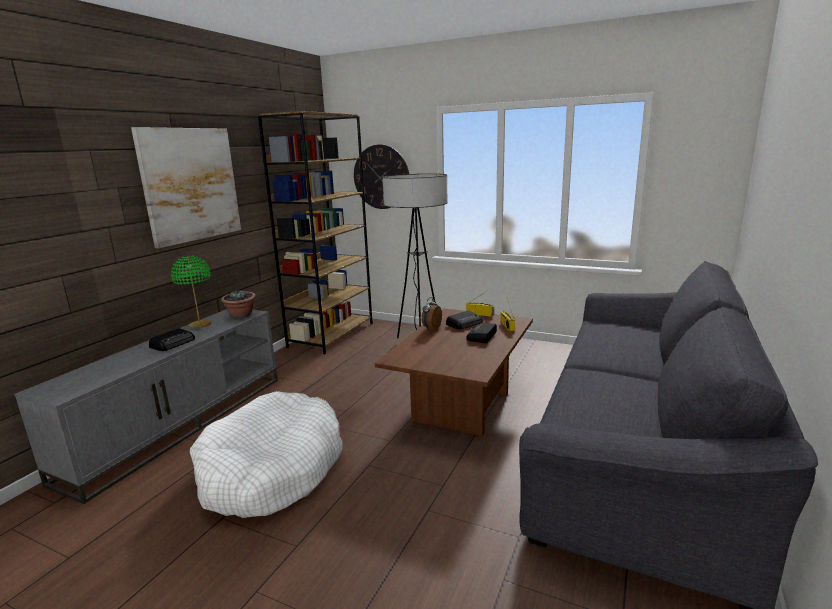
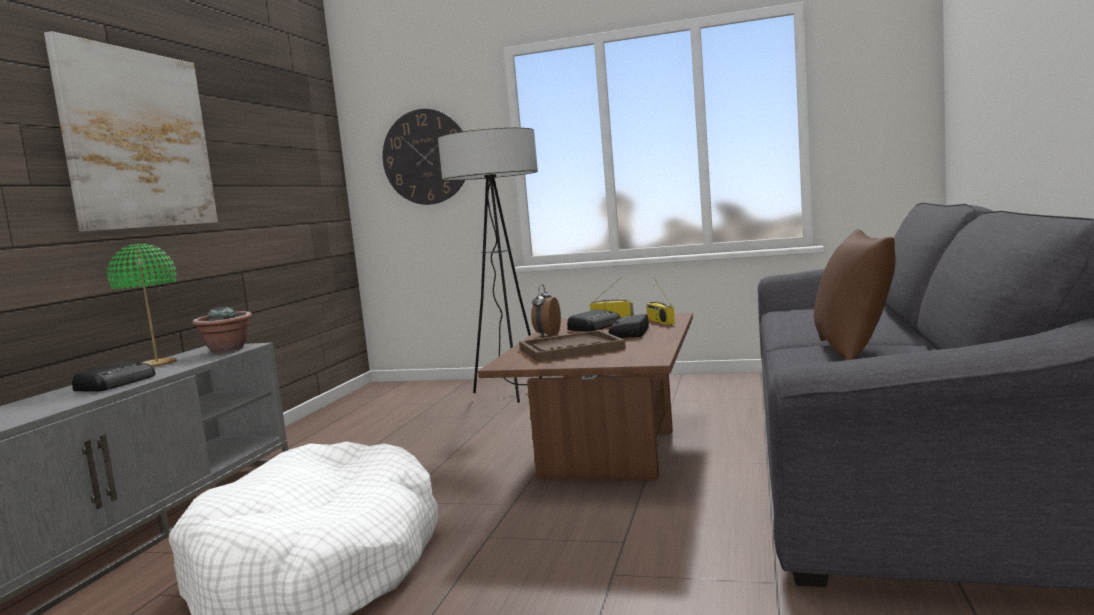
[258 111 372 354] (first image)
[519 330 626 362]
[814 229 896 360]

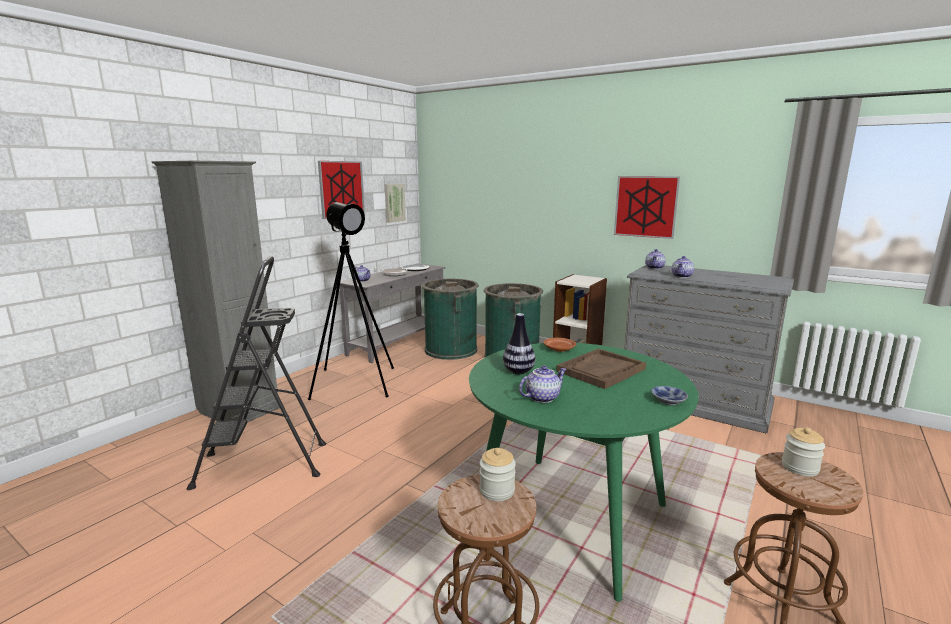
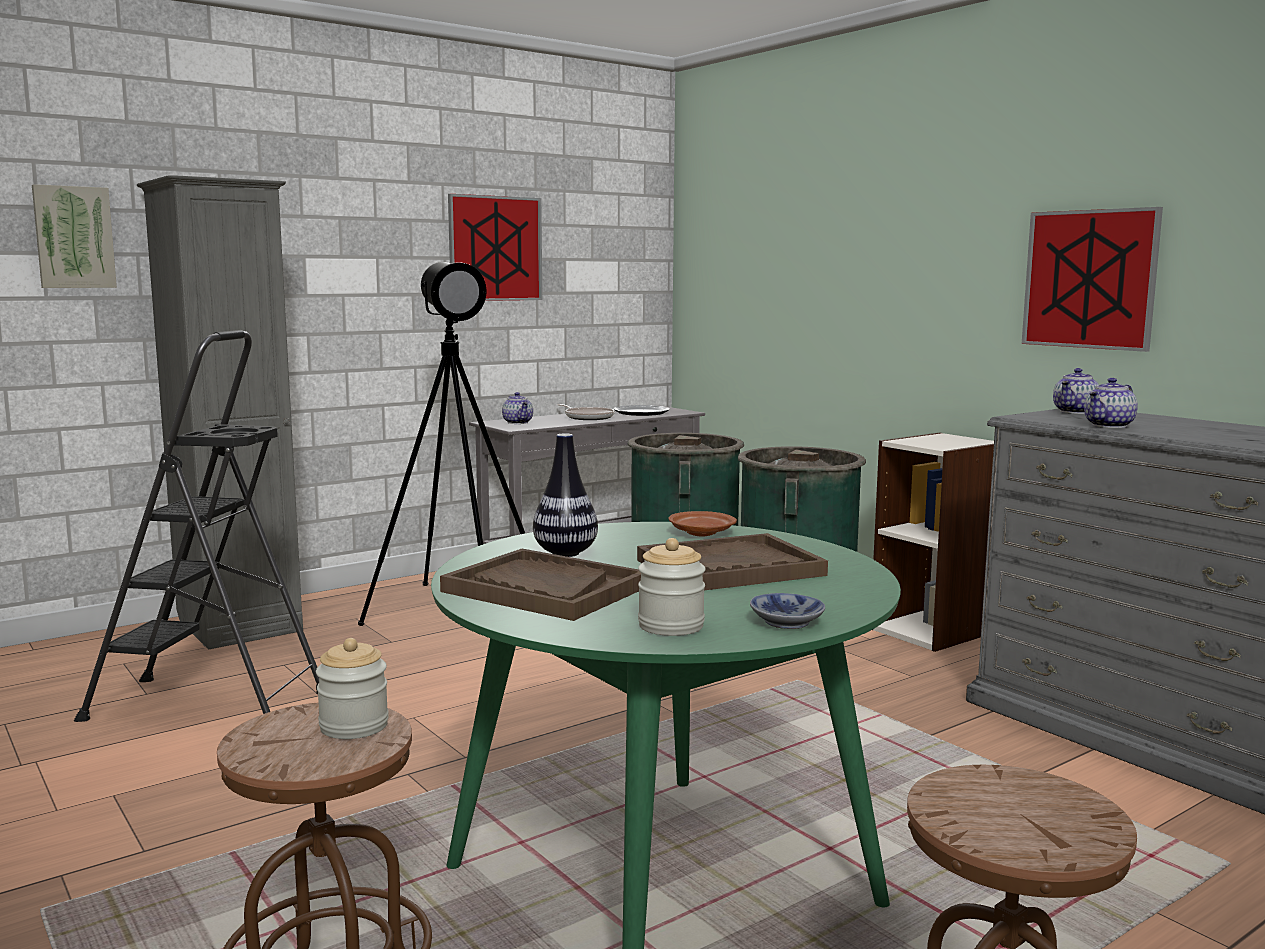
[32 184 117 288]
[440 549 641 621]
[638 538 706 636]

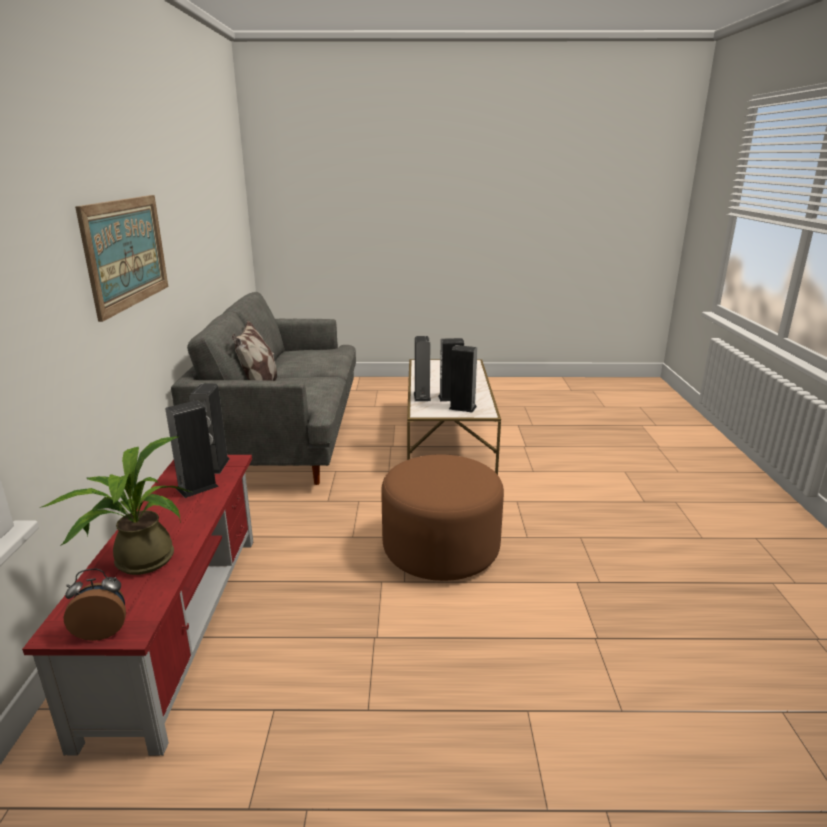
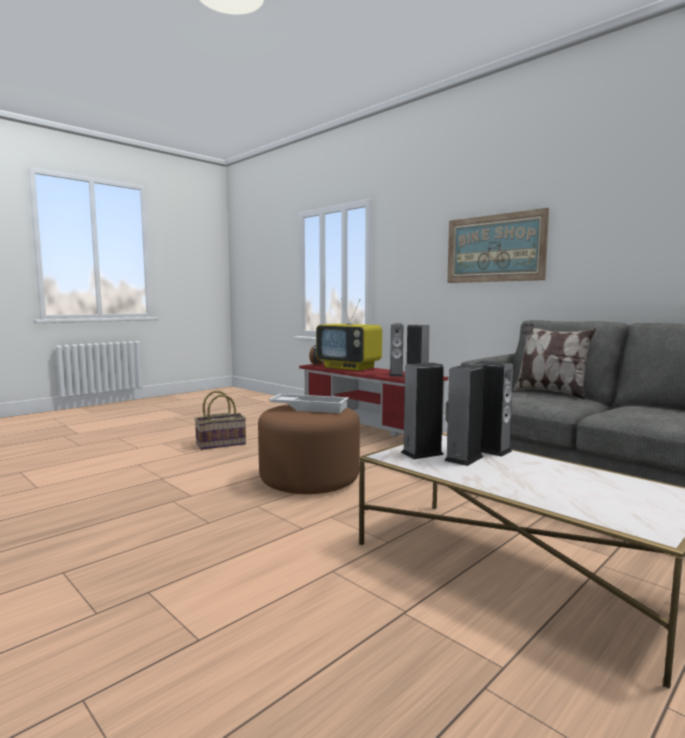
[316 298 382 371]
[194 391 246 450]
[268 394 349 413]

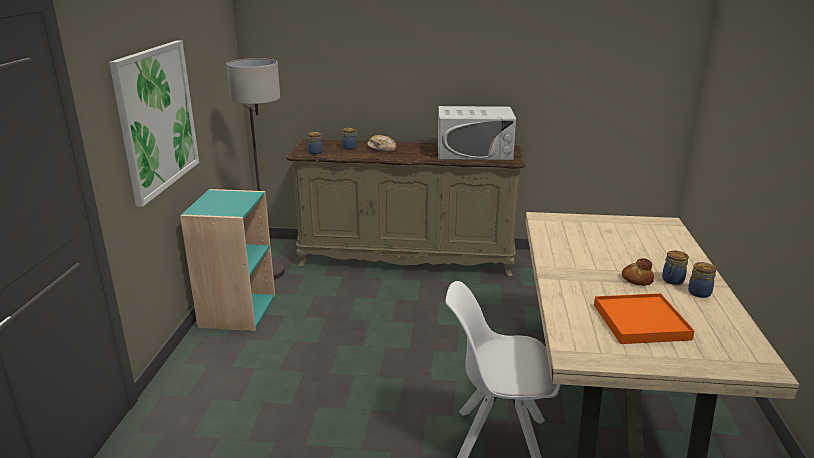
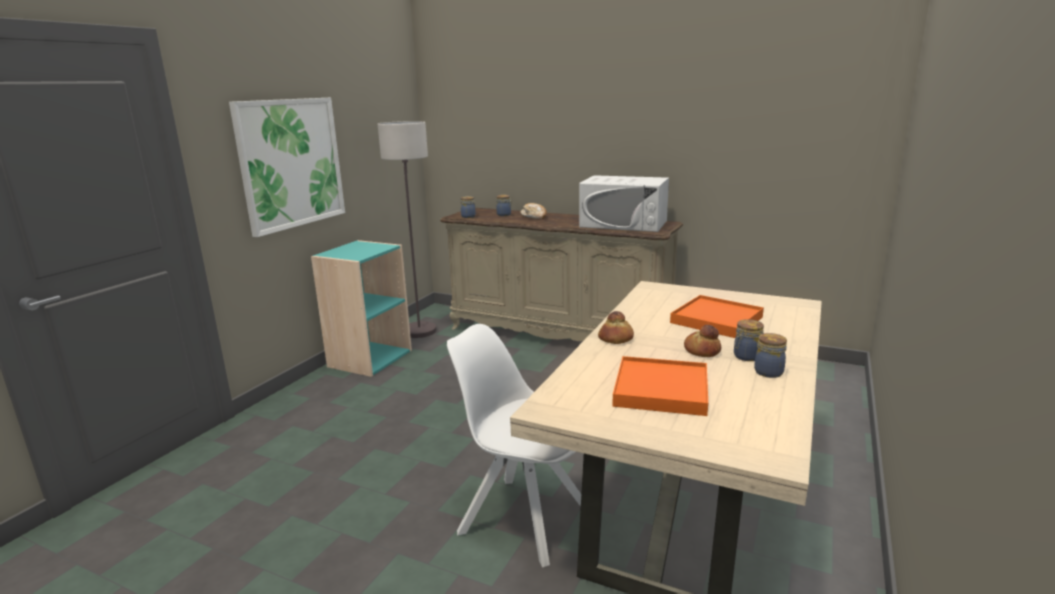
[598 311 634 344]
[670 295 764 338]

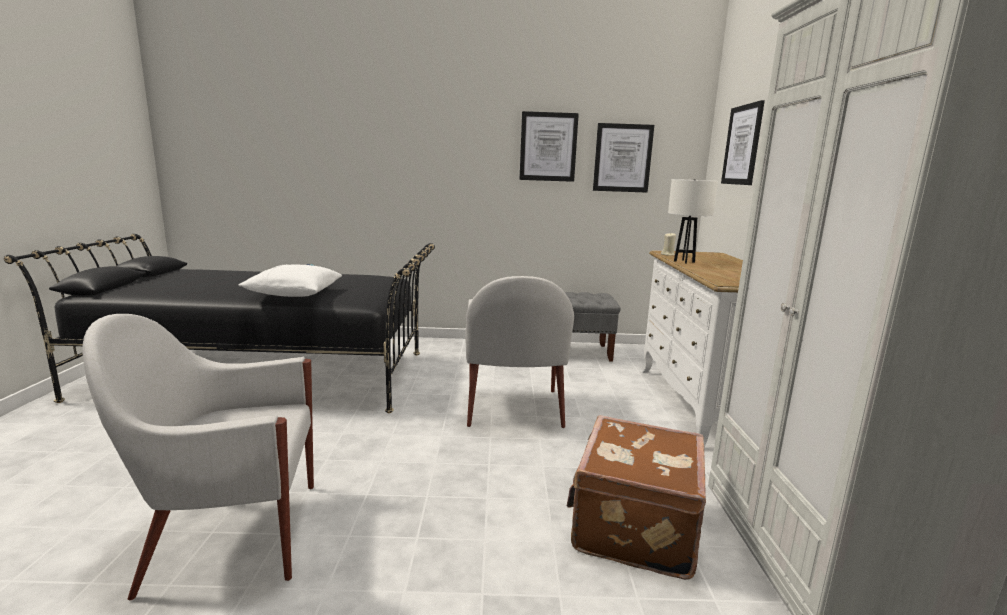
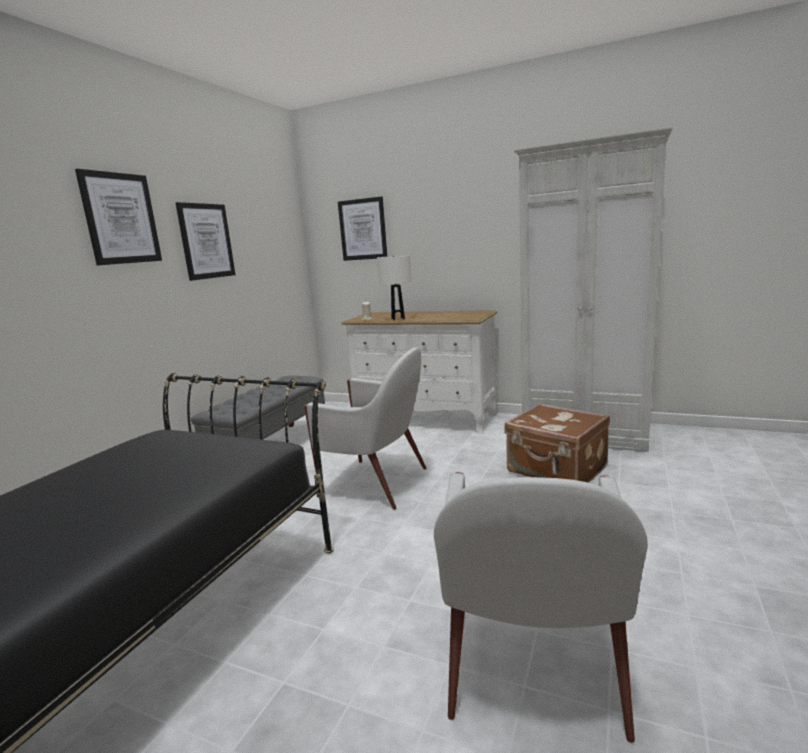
[239 264 342 297] (first image)
[75 169 162 265]

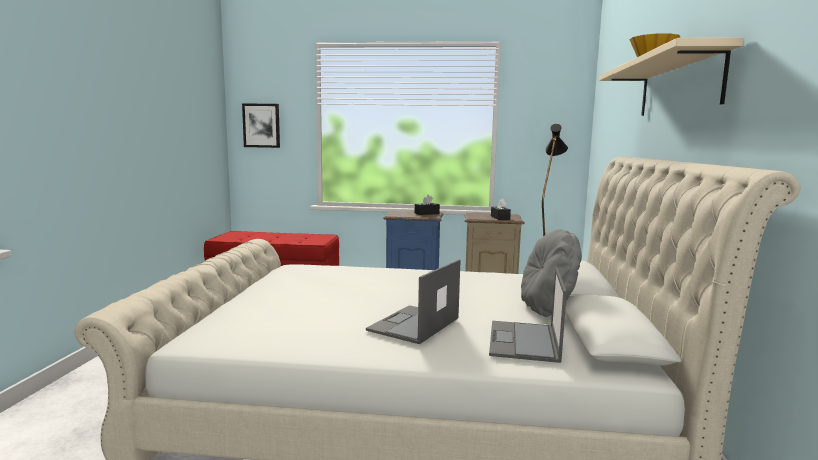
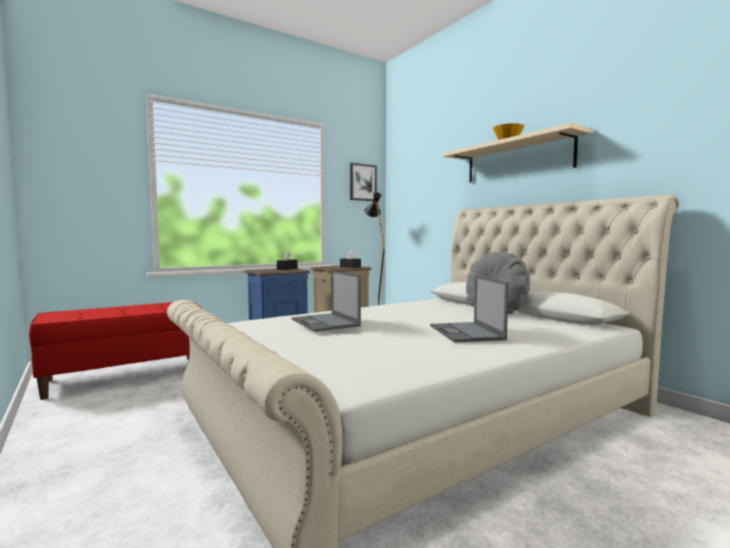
[350 163 377 201]
[292 270 361 332]

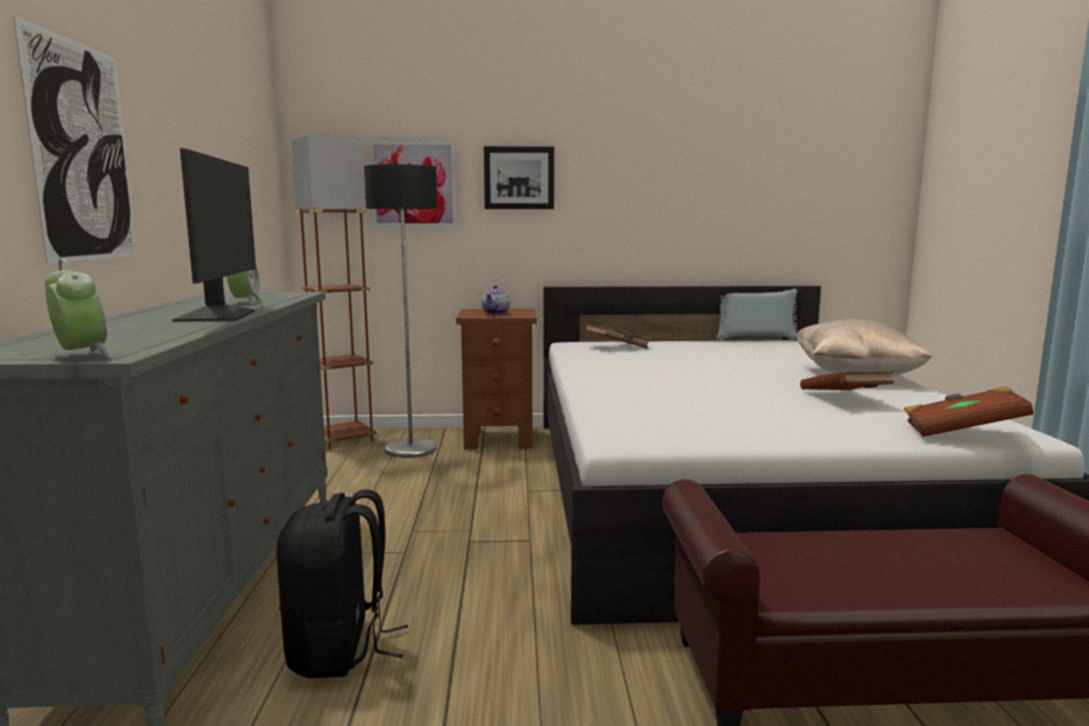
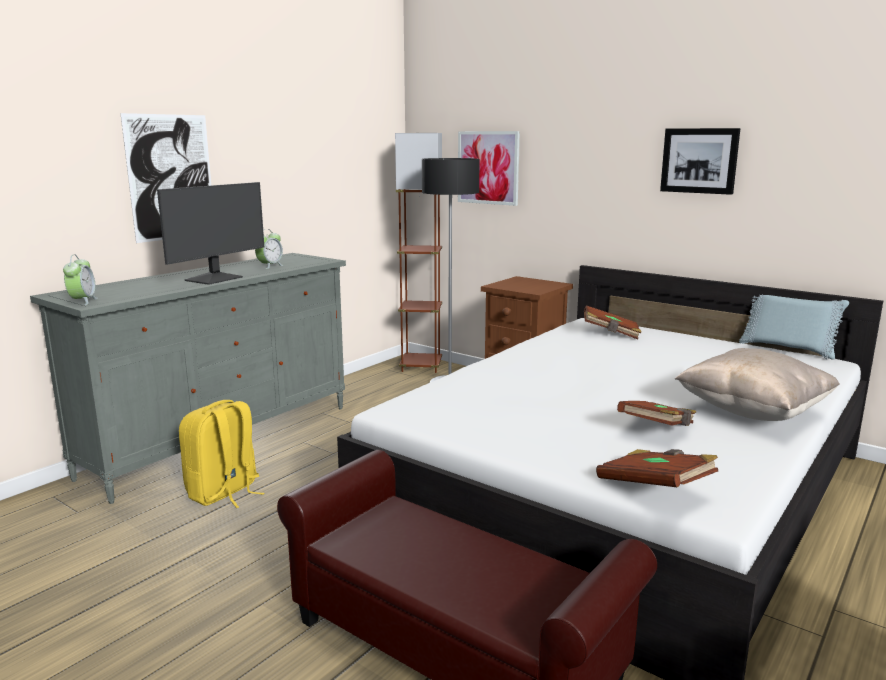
[179 400 265 508]
[481 285 510 314] (first image)
[660 128 741 195]

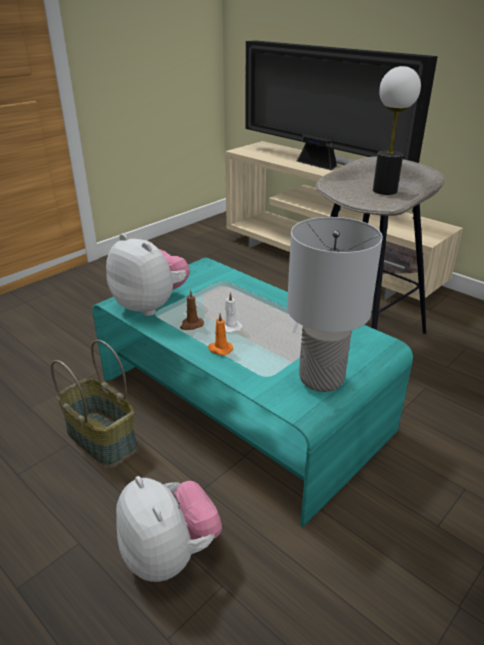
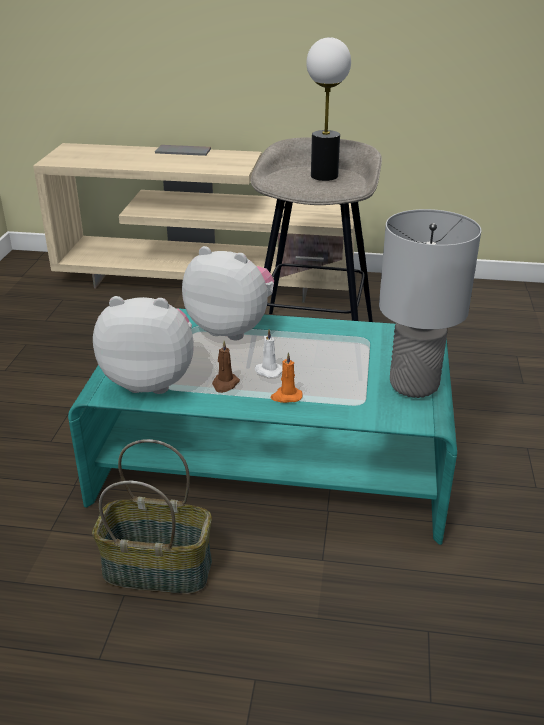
[182 246 274 340]
[245 40 438 170] (first image)

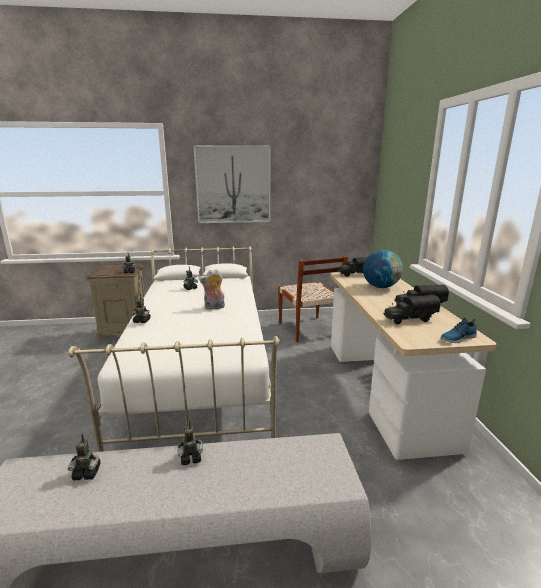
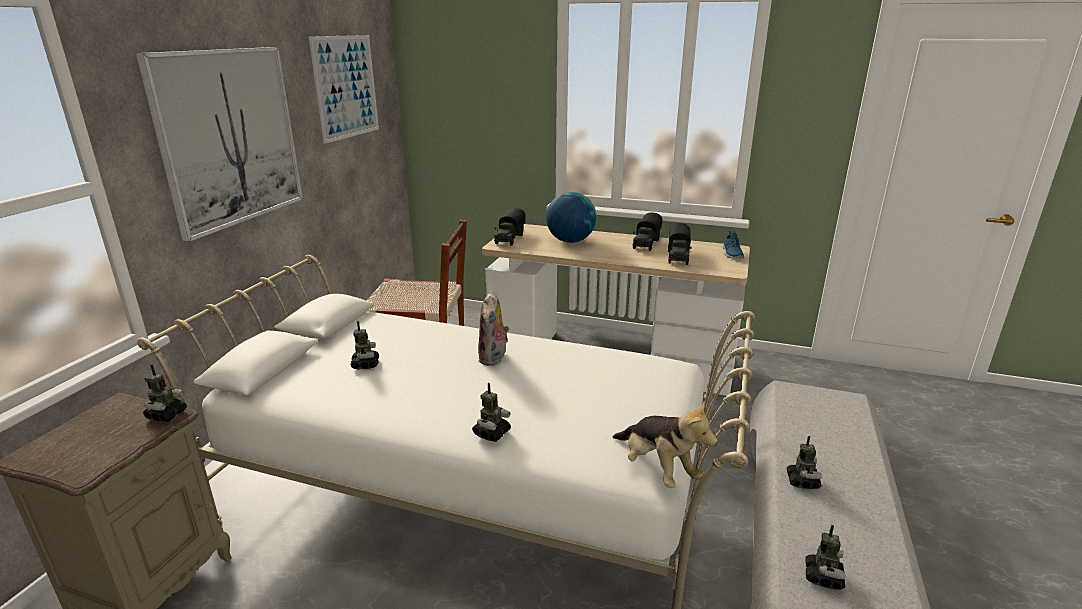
[309 35 379 144]
[613 401 718 488]

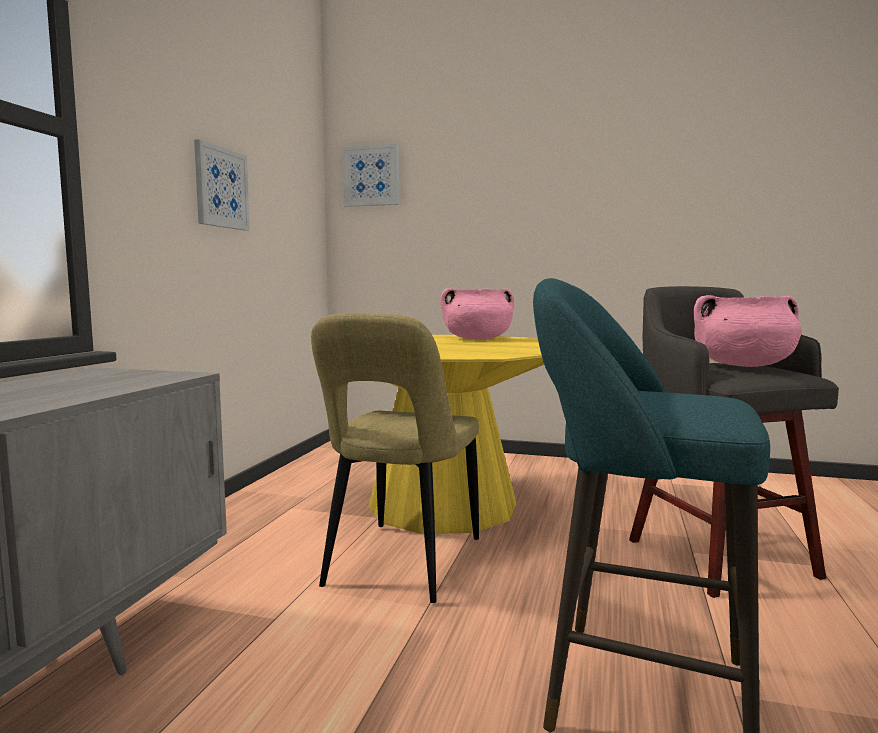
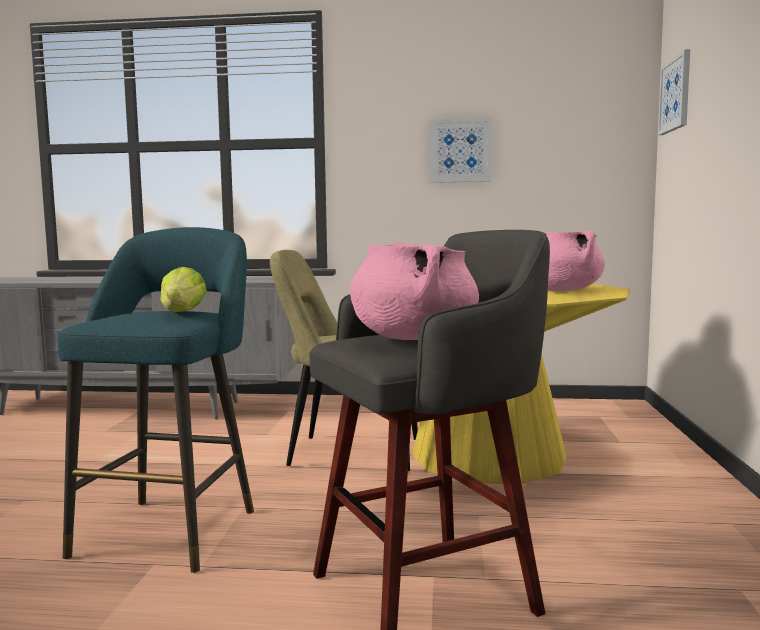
[160 267 207 312]

